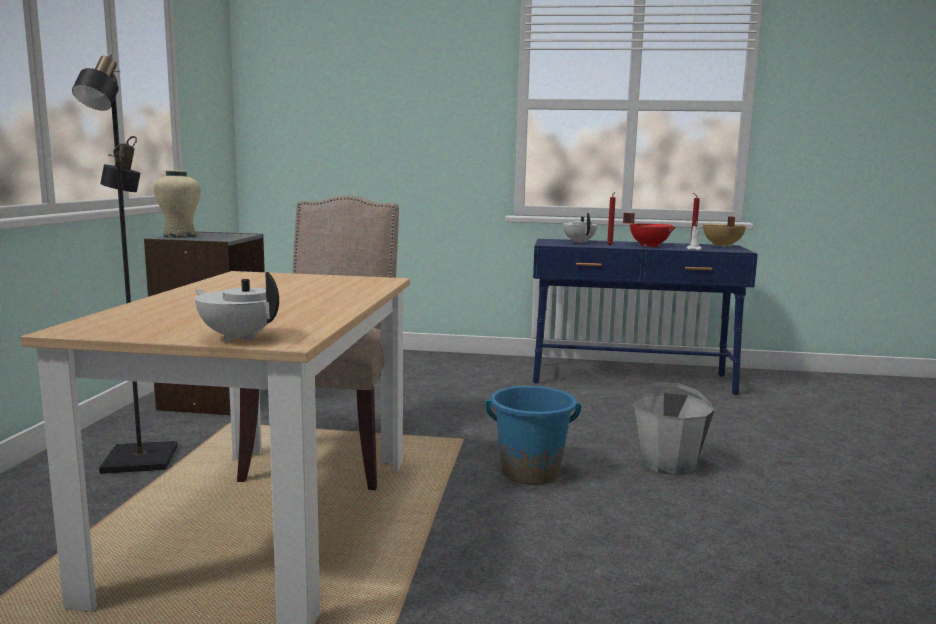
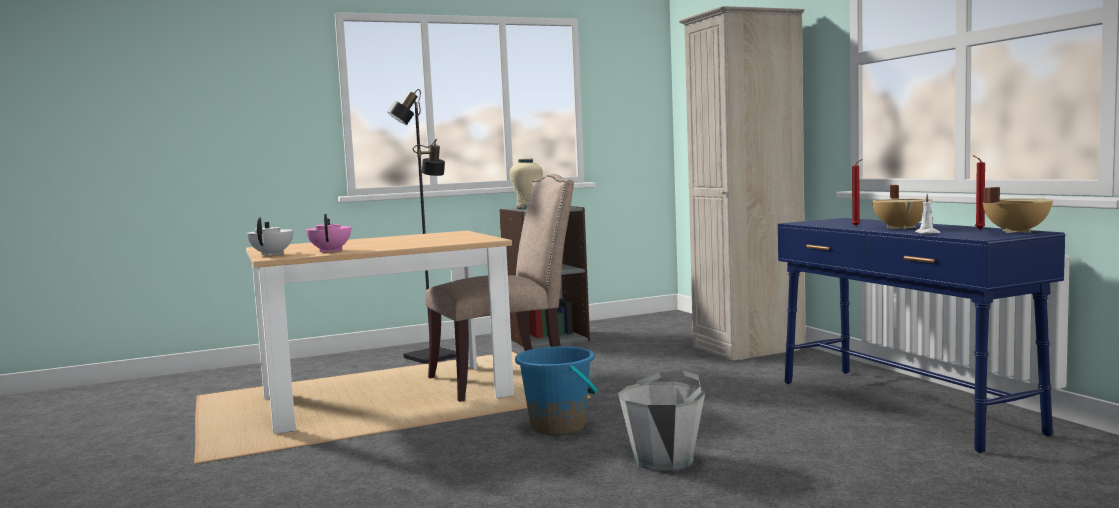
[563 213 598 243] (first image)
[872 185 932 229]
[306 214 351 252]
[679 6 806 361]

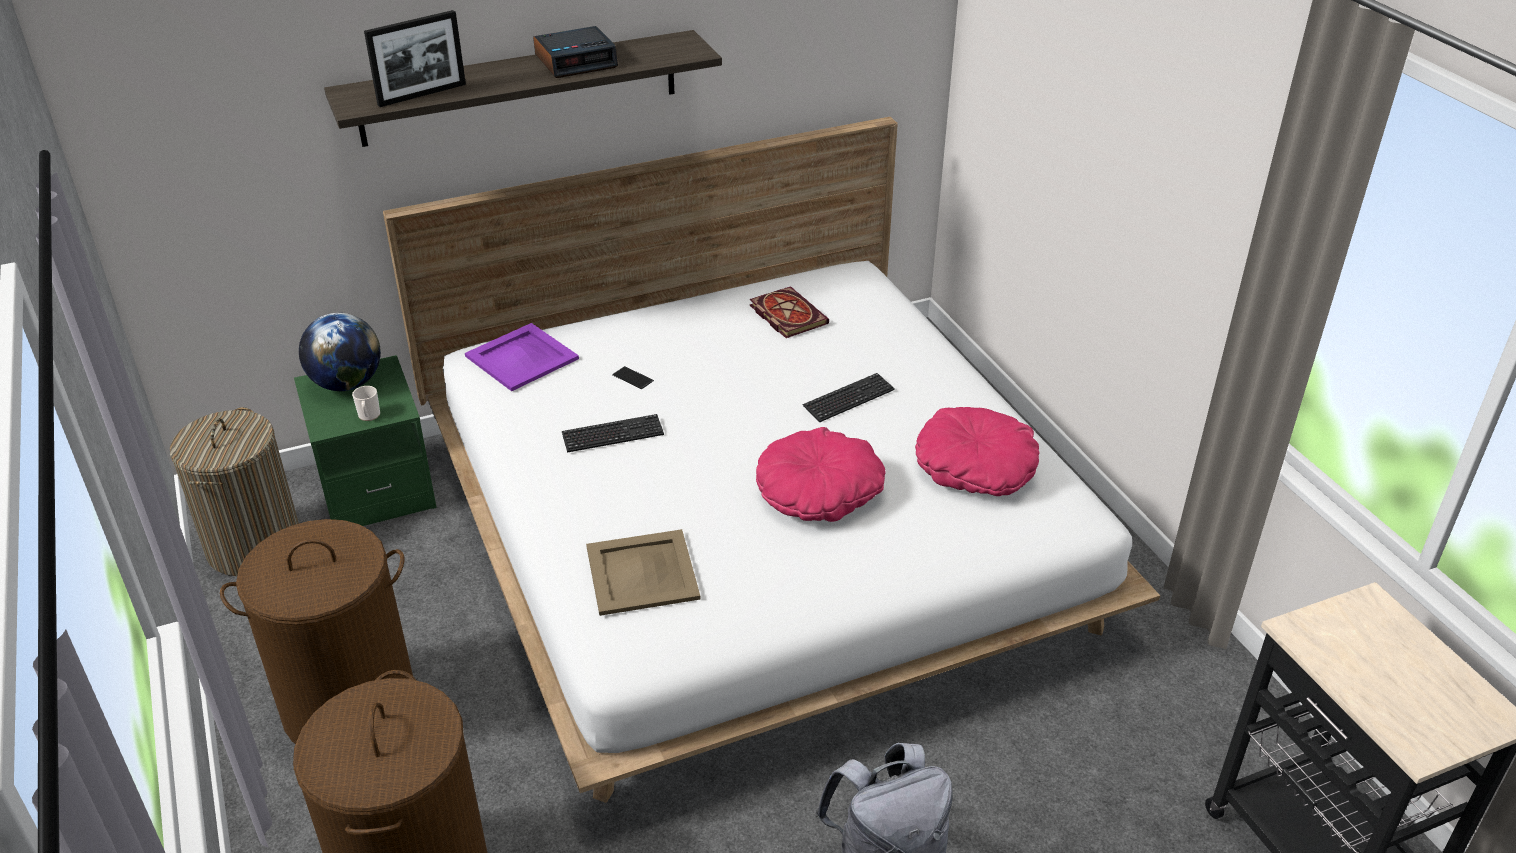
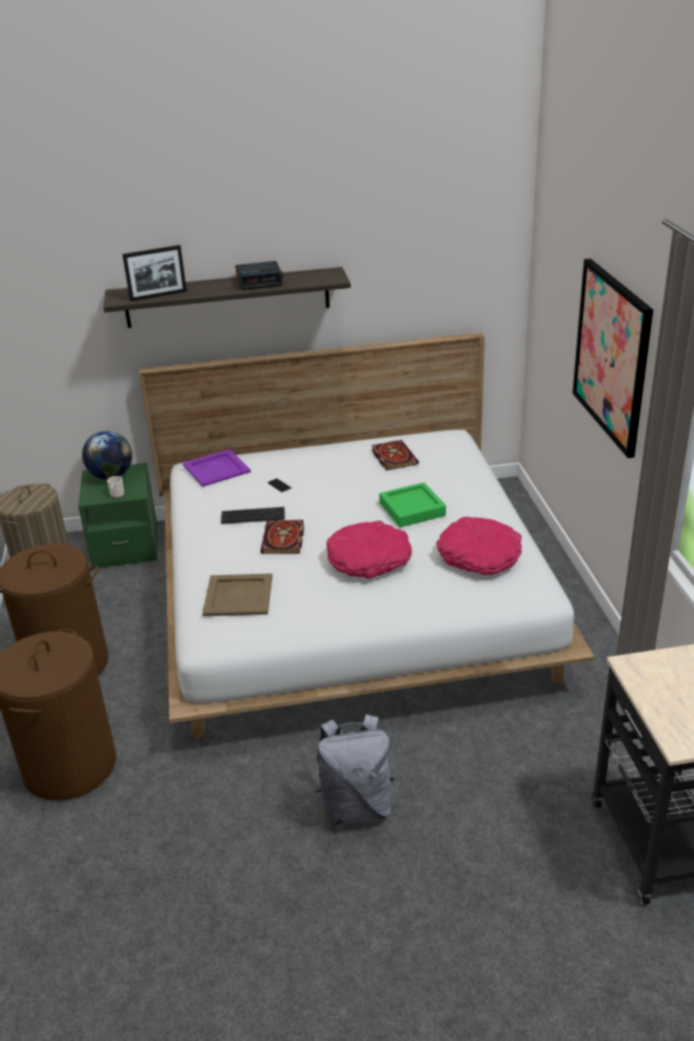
[379 482 446 527]
[261 520 304 554]
[572 258 653 458]

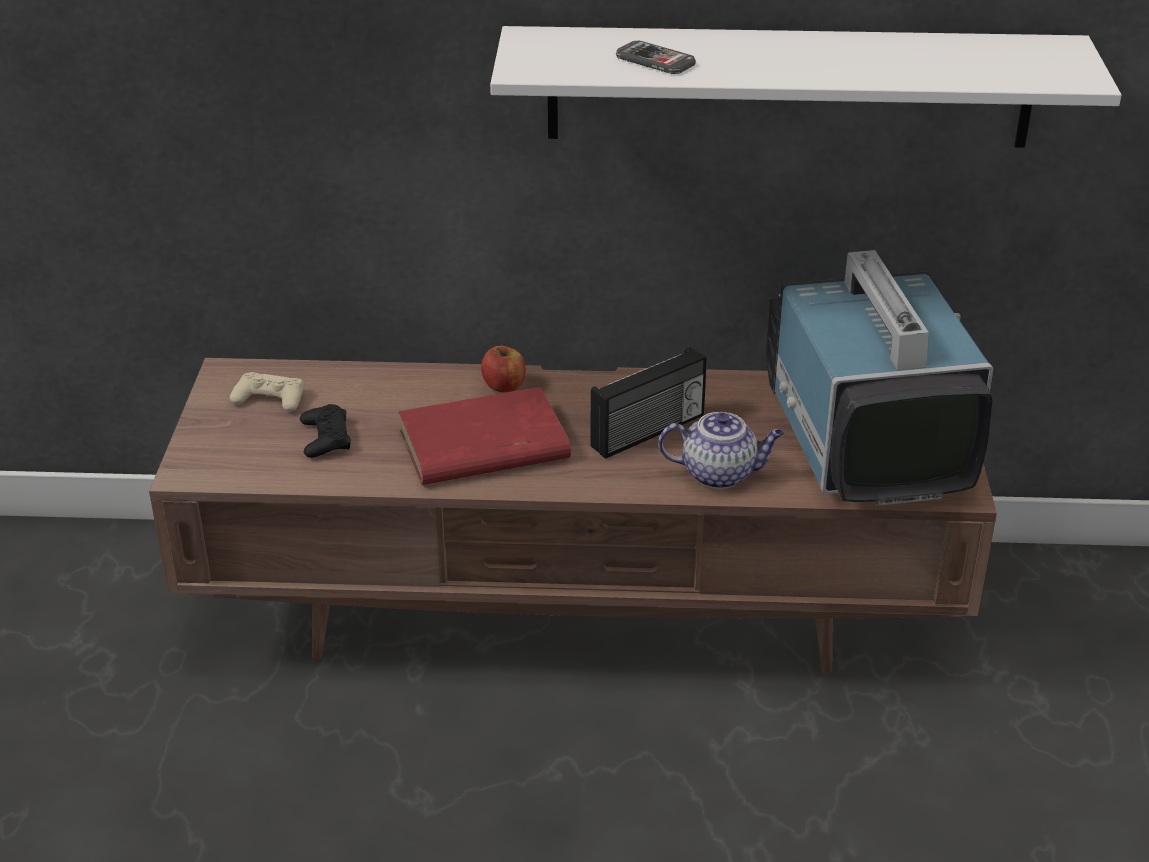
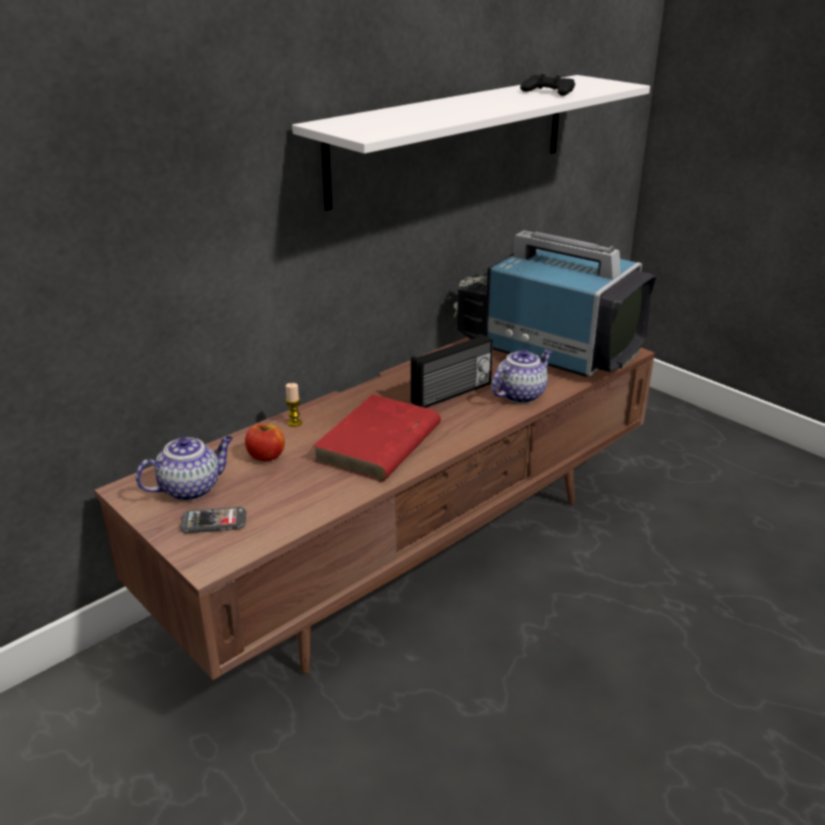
[136 436 233 501]
[520 74 575 96]
[245 424 285 461]
[411 334 493 408]
[180 507 246 533]
[285 383 302 427]

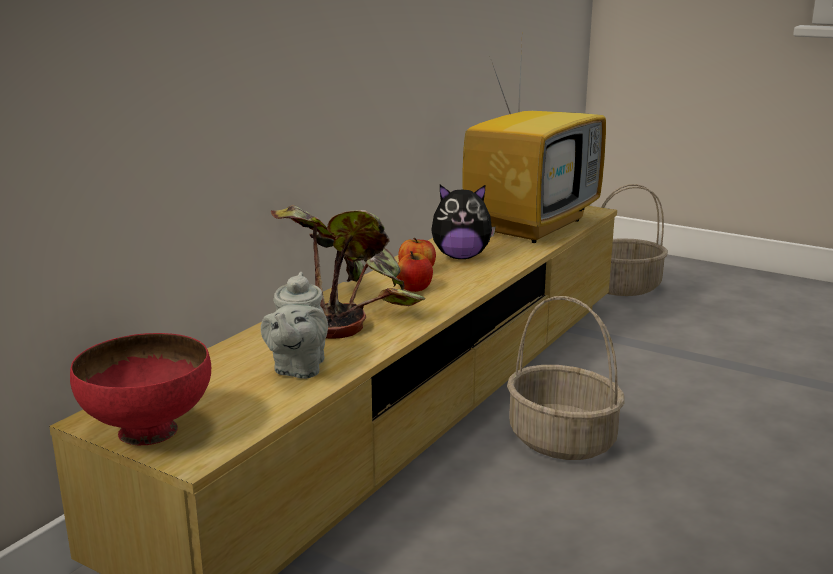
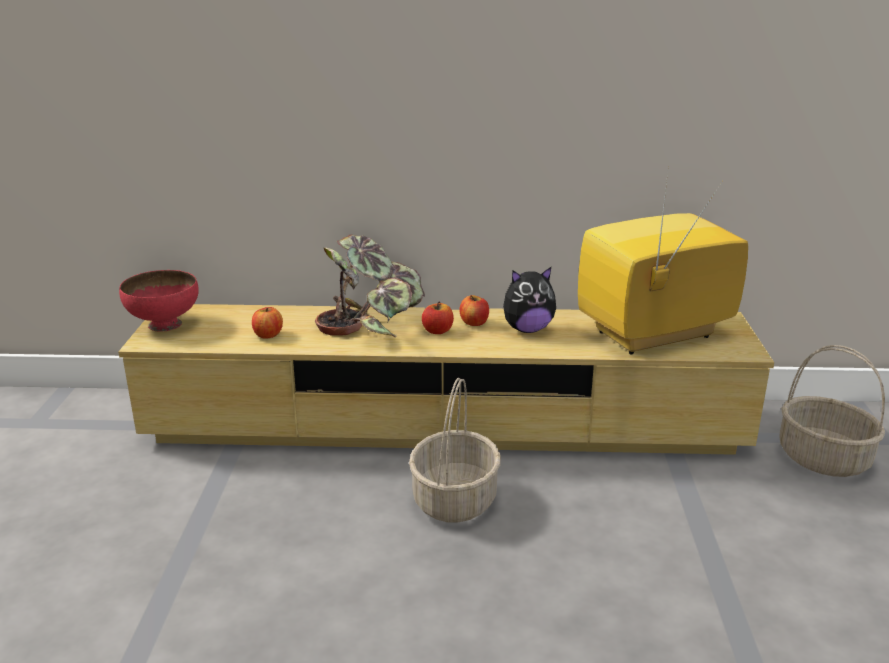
[252 307 283 339]
[503 267 556 333]
[578 173 748 354]

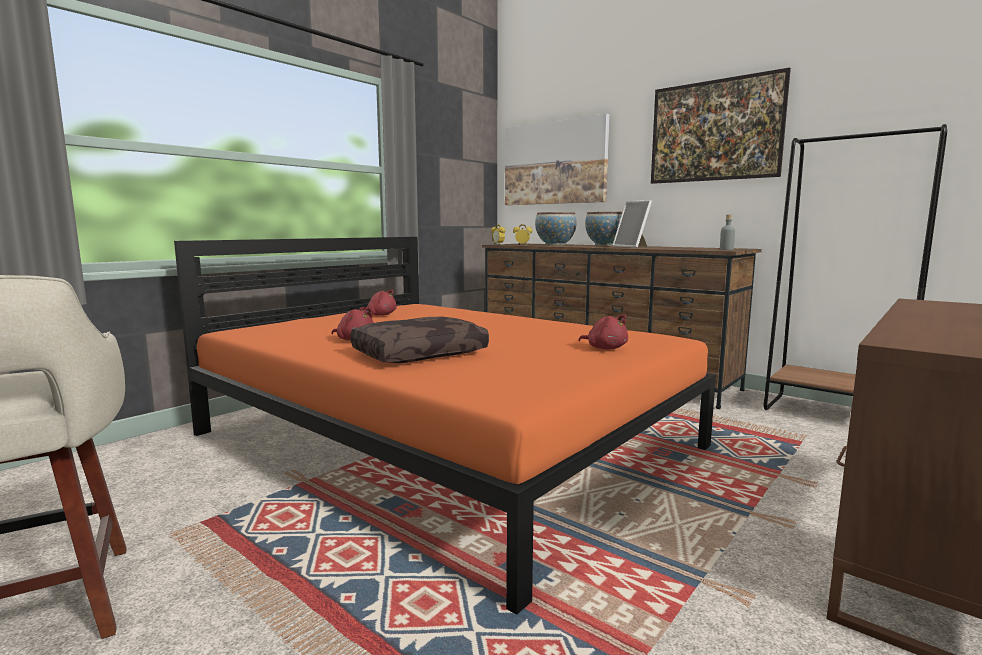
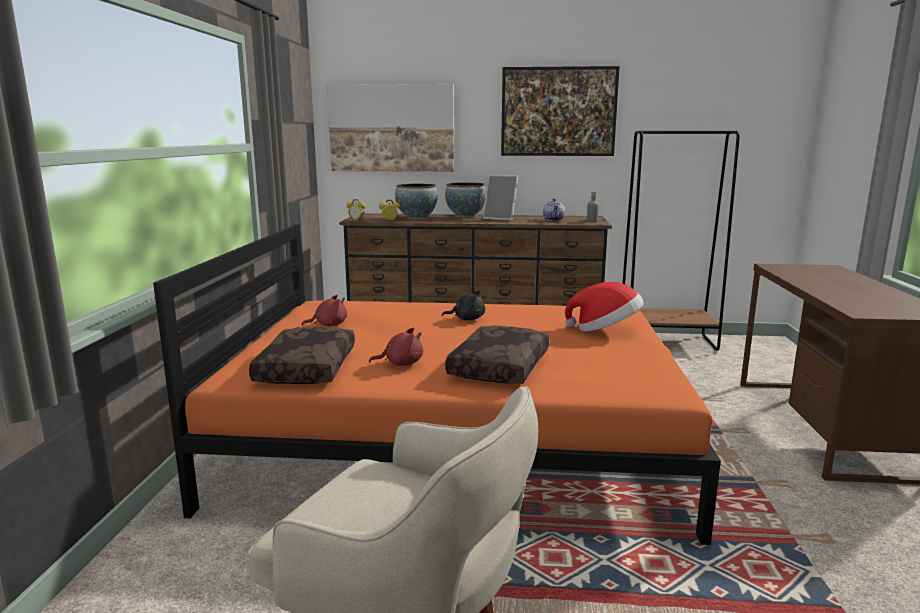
[565 282 644 331]
[249 327 355 384]
[442 291 485 320]
[543 198 565 221]

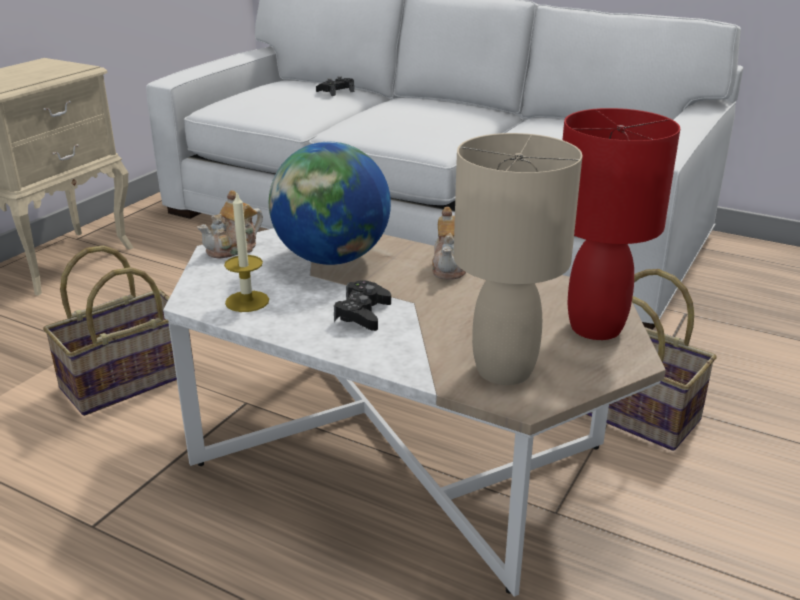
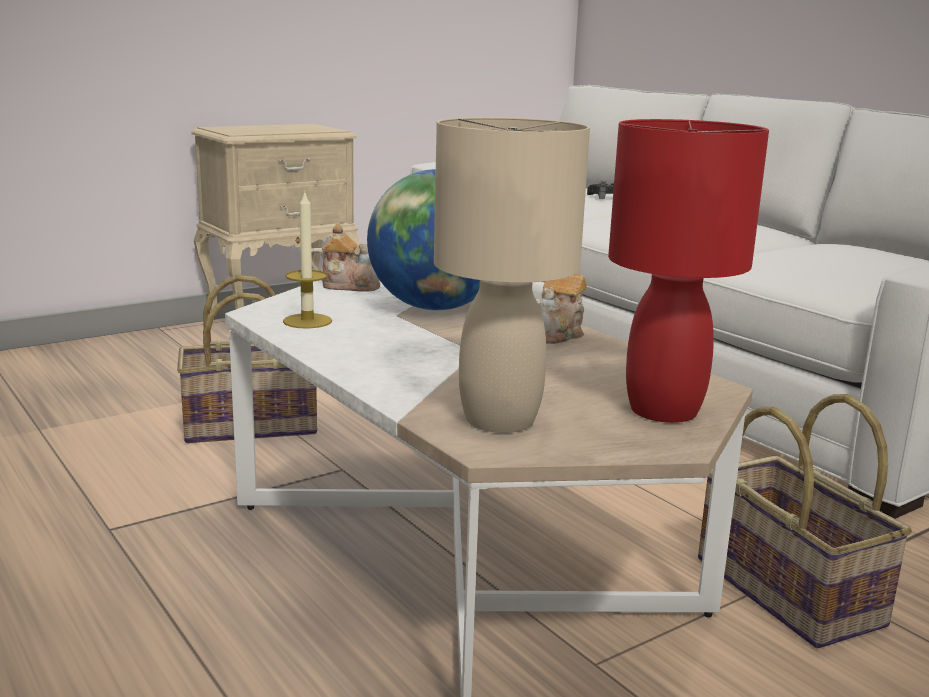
[311 223 380 292]
[334 280 391 331] (first image)

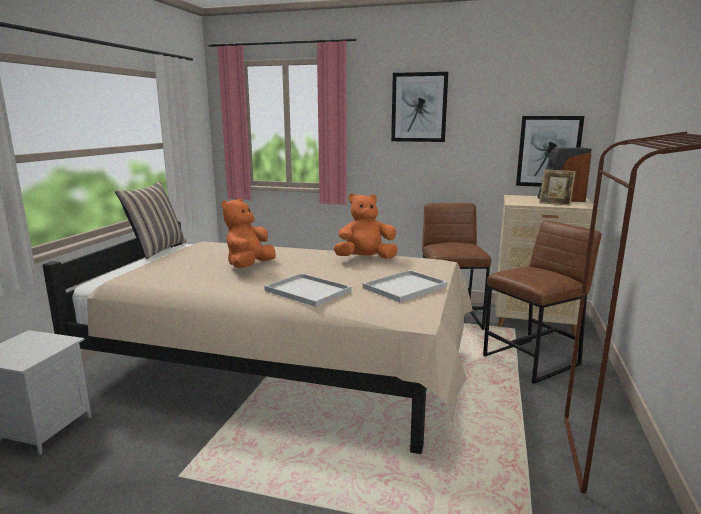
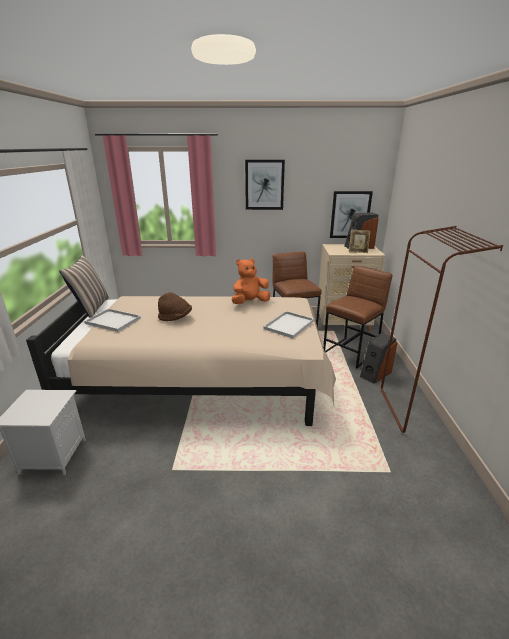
[158 292 192 321]
[84 309 141 332]
[360 333 397 384]

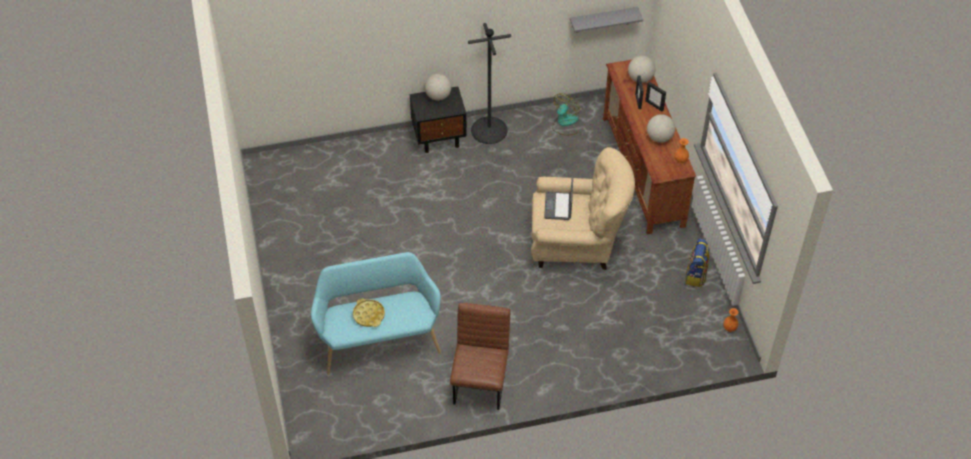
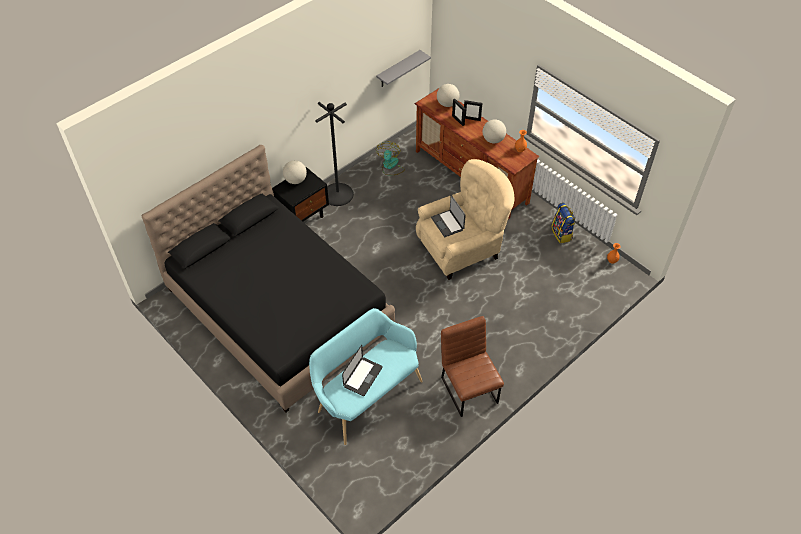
[342 345 383 396]
[142 145 395 412]

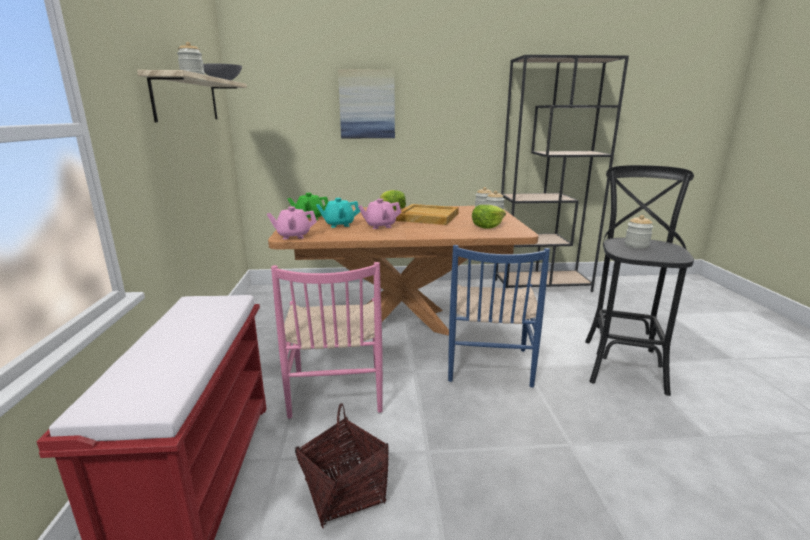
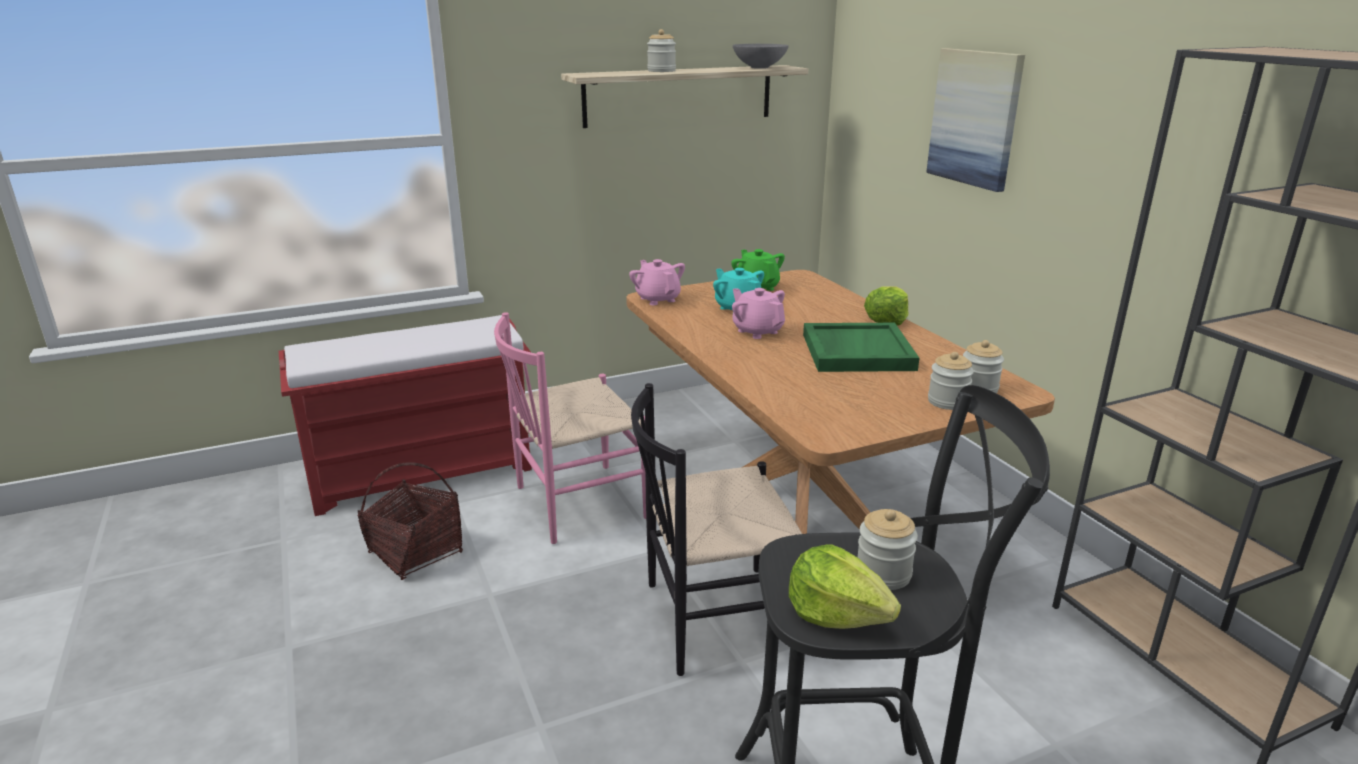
[803 323 919 372]
[631 383 808 676]
[789 545 901 629]

